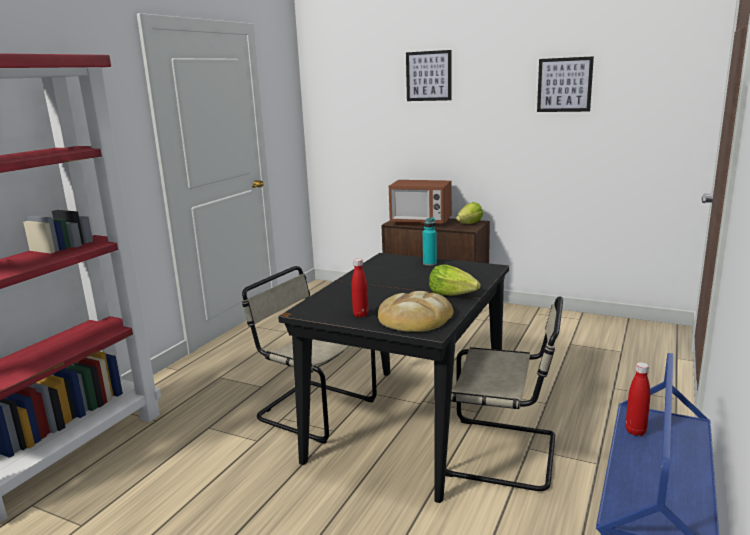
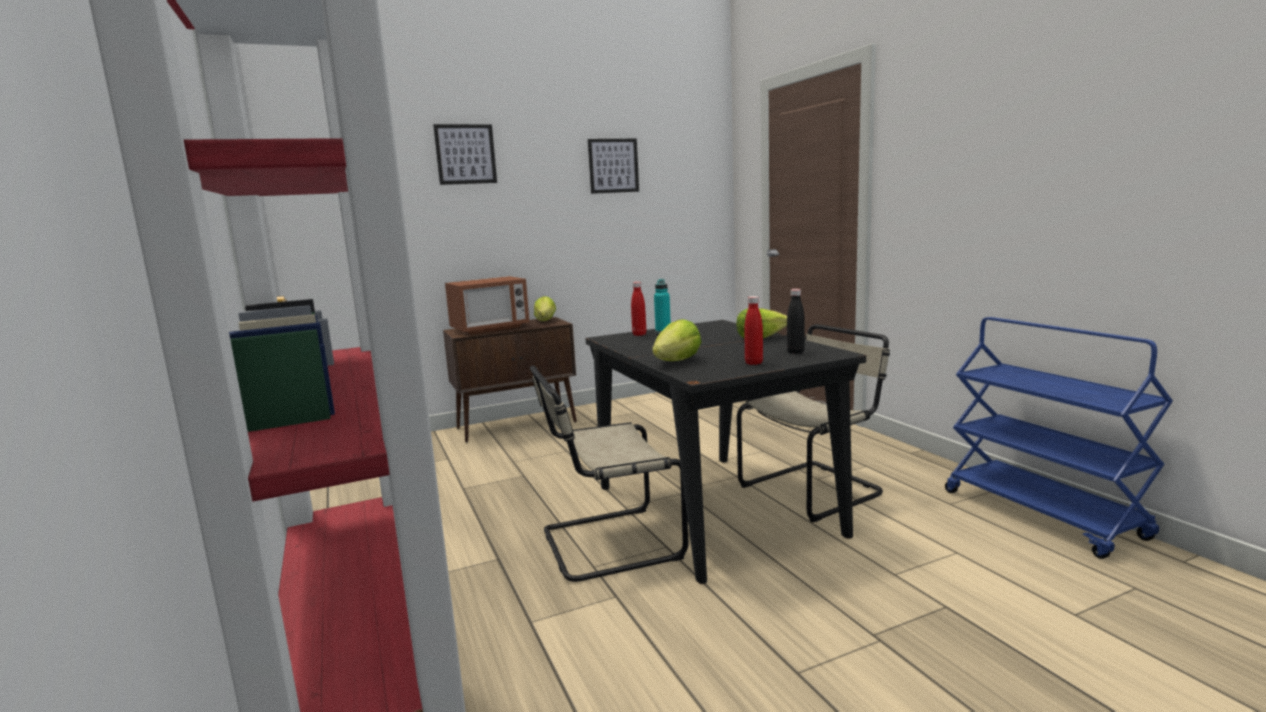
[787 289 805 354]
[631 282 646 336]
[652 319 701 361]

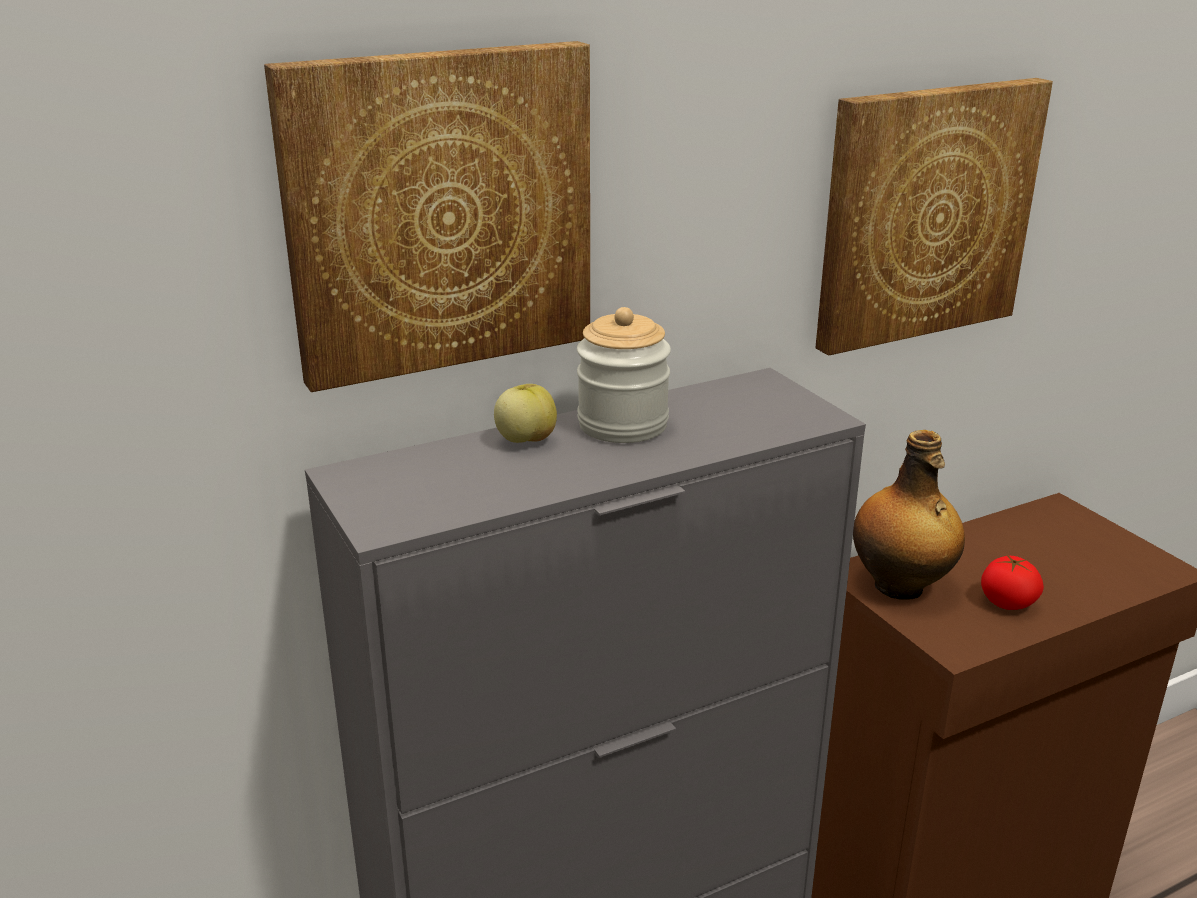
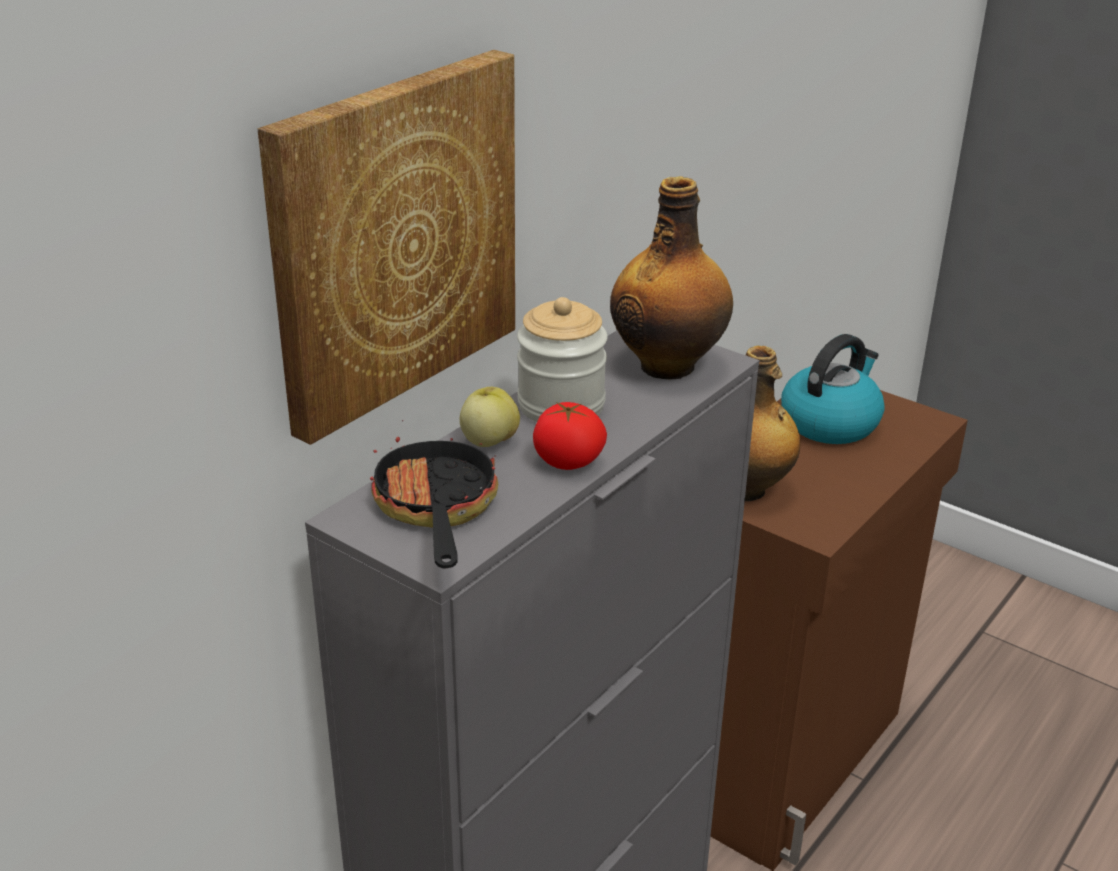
[815 78 1053 356] (first image)
[533 402 607 470]
[610 176 733 379]
[781 334 885 444]
[370 420 498 569]

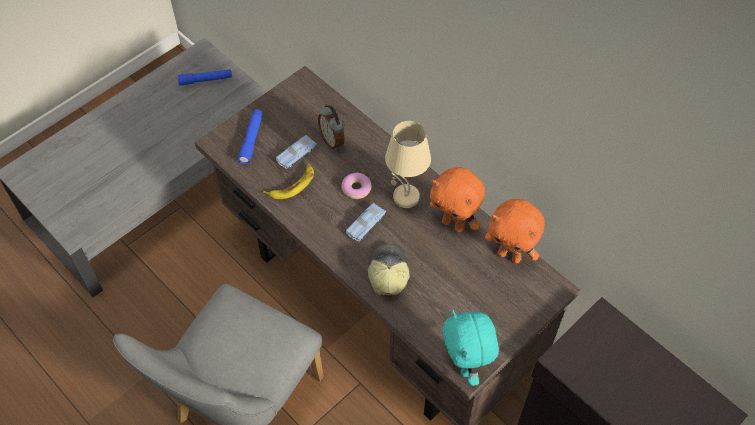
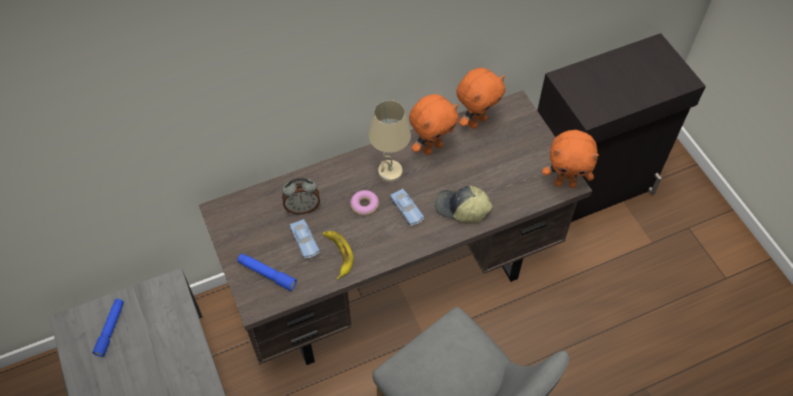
[542 130 599 188]

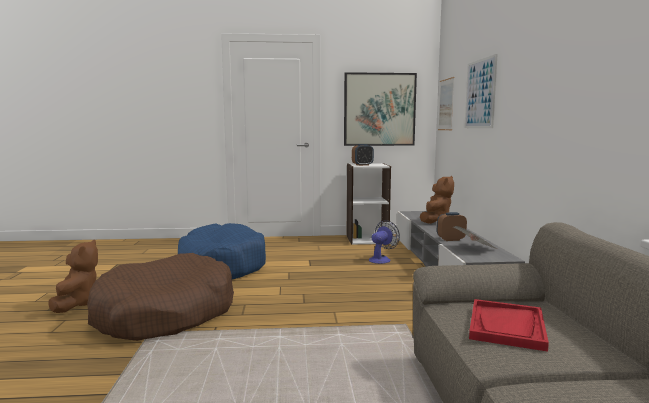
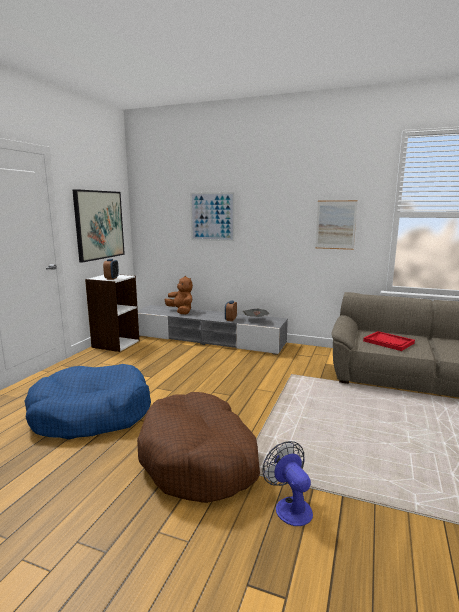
[315 200 358 250]
[263 441 313 526]
[48 240 98 313] (first image)

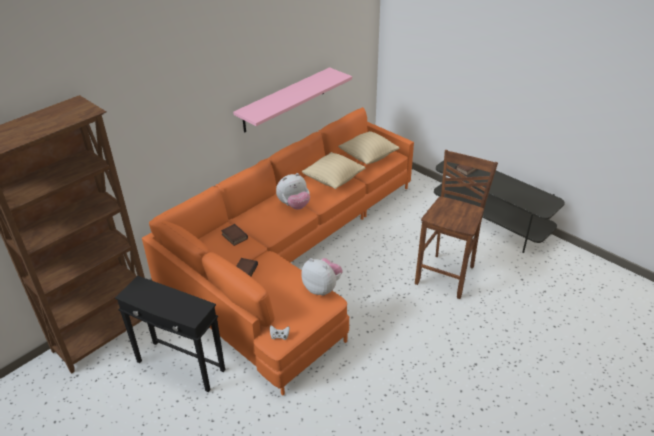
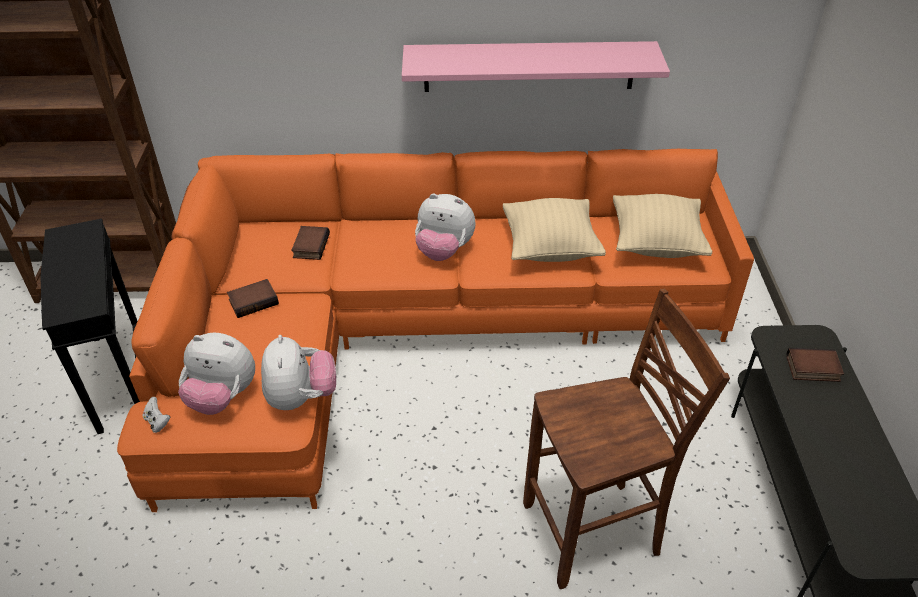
[178 333 255 415]

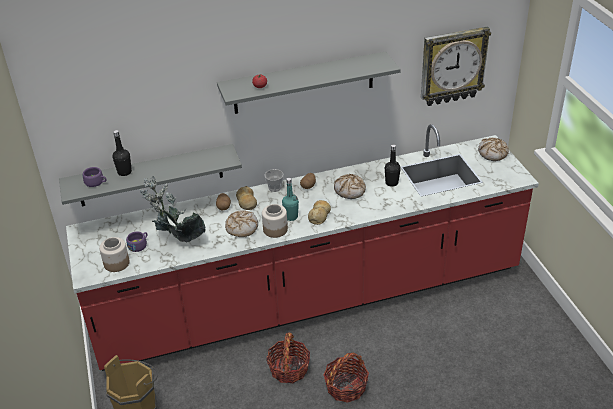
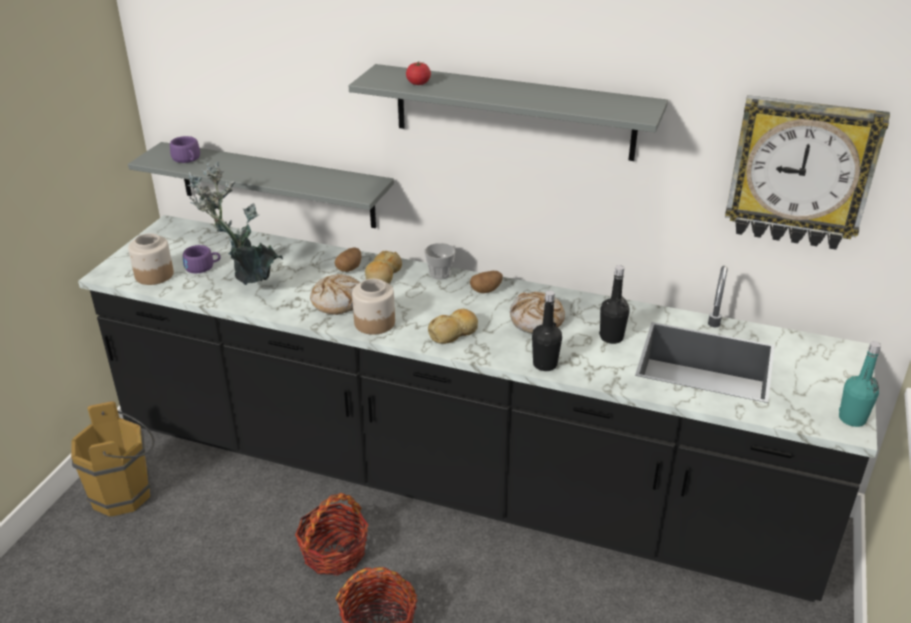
[78 215 877 602]
[532 290 562 371]
[478 138 509 161] (first image)
[839 341 881 427]

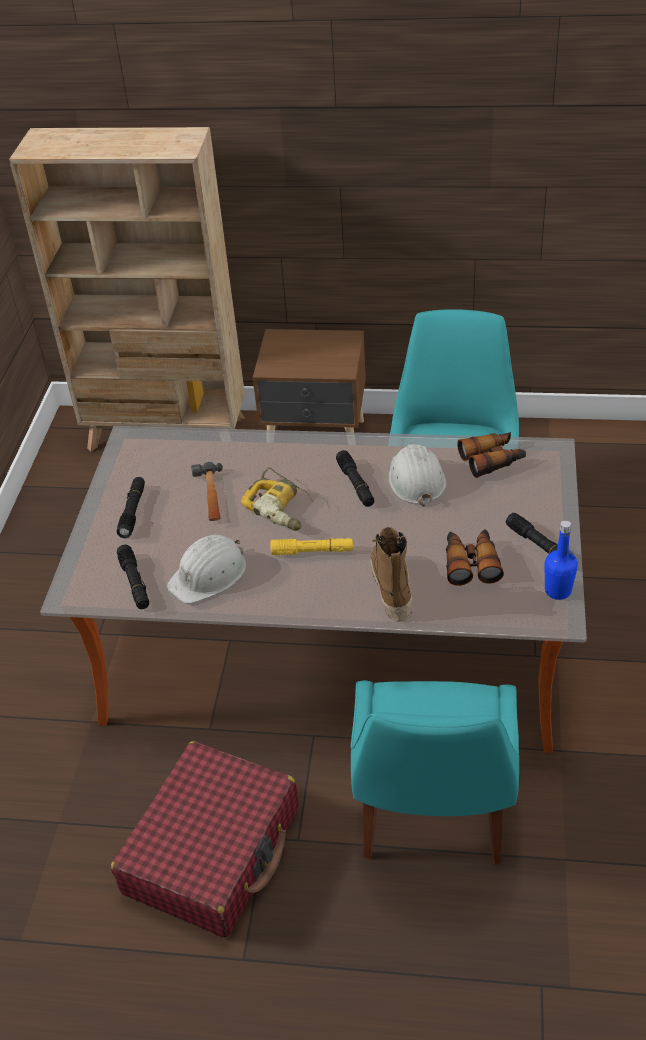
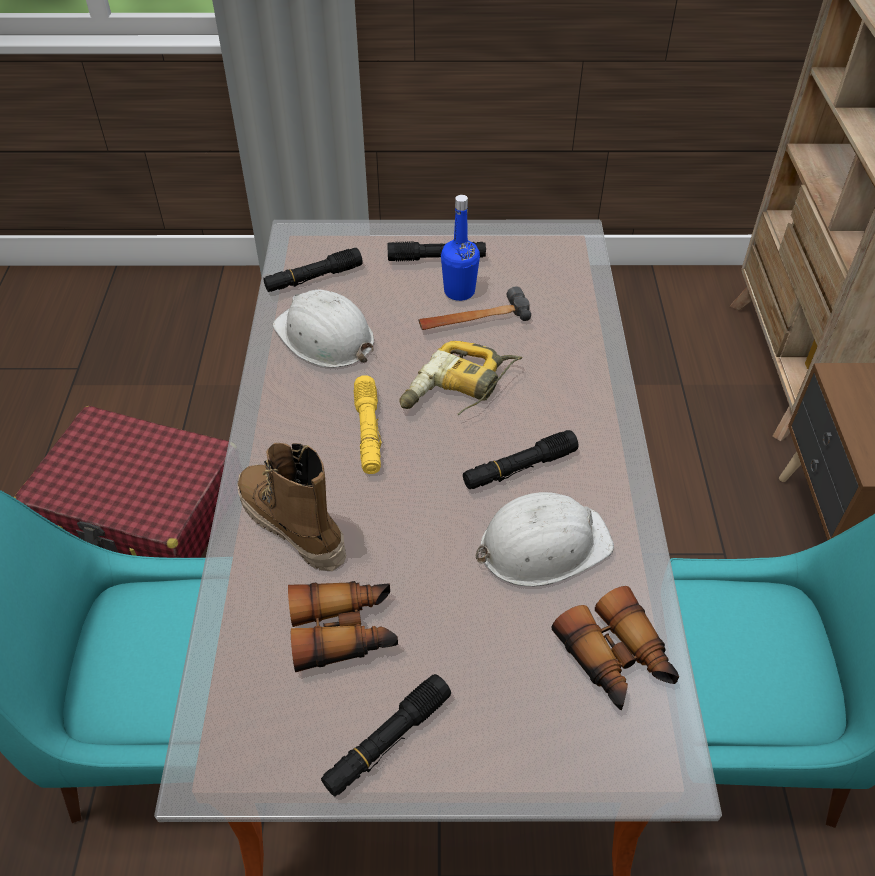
[441 195 480 301]
[237 443 346 571]

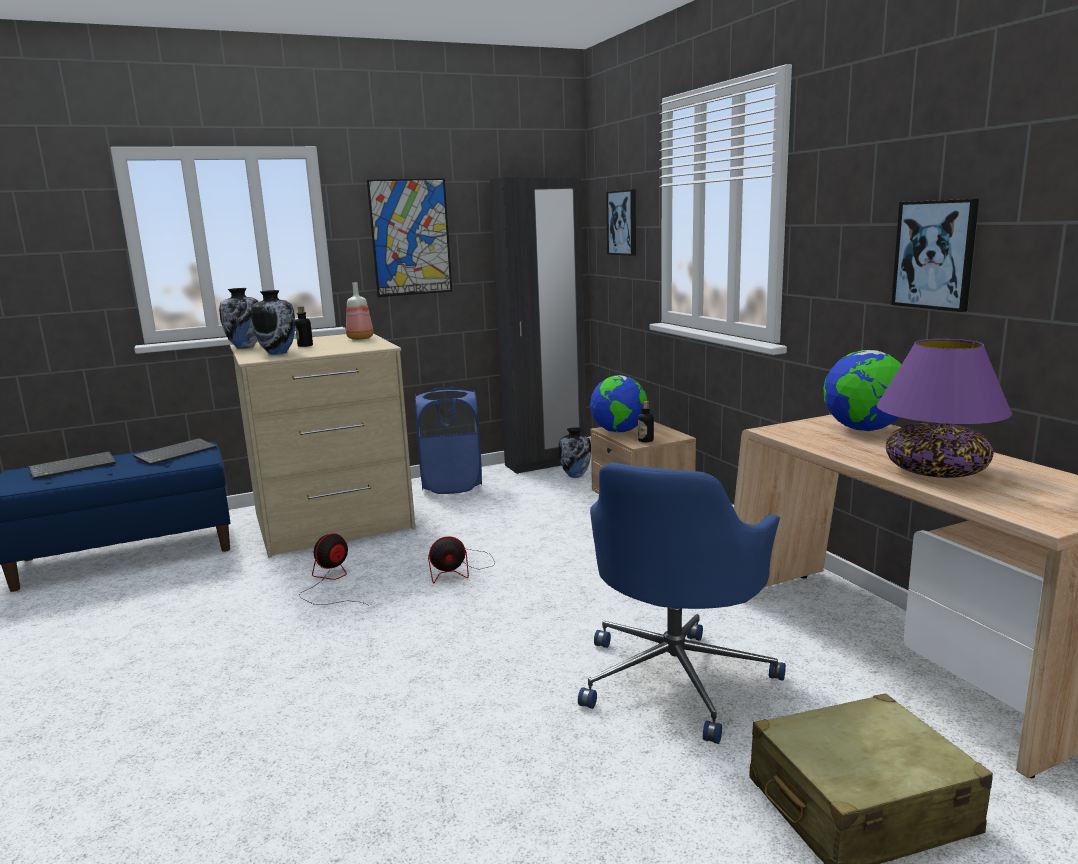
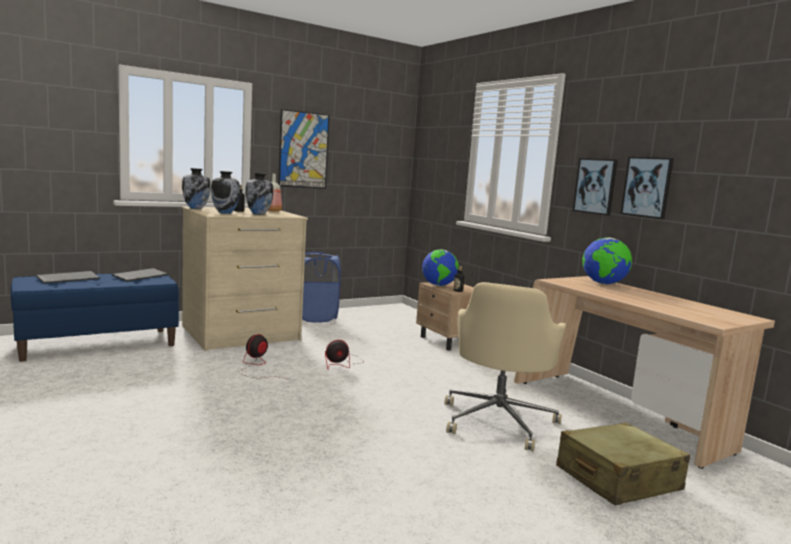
[490 176 587 474] (first image)
[573 158 618 216]
[877 339 1012 478] (first image)
[245 173 273 215]
[445 282 566 451]

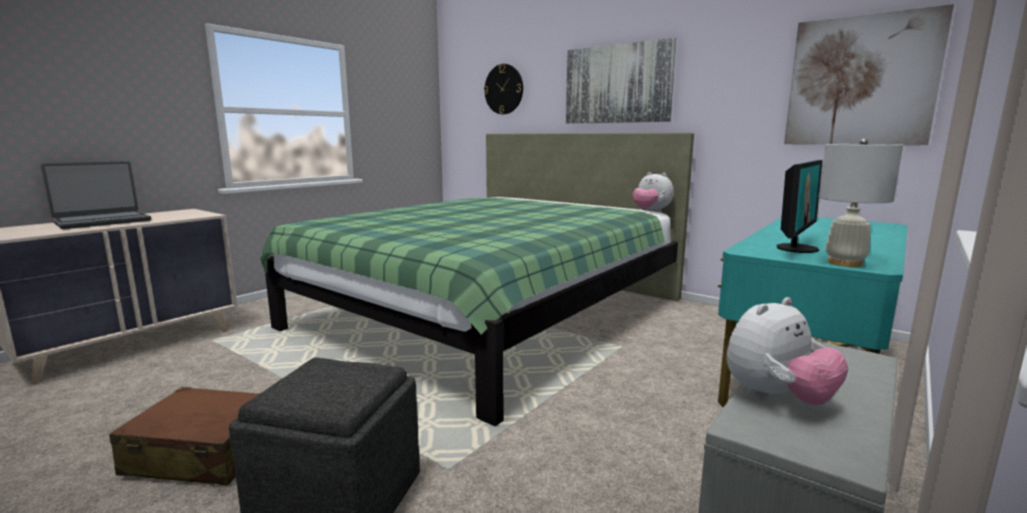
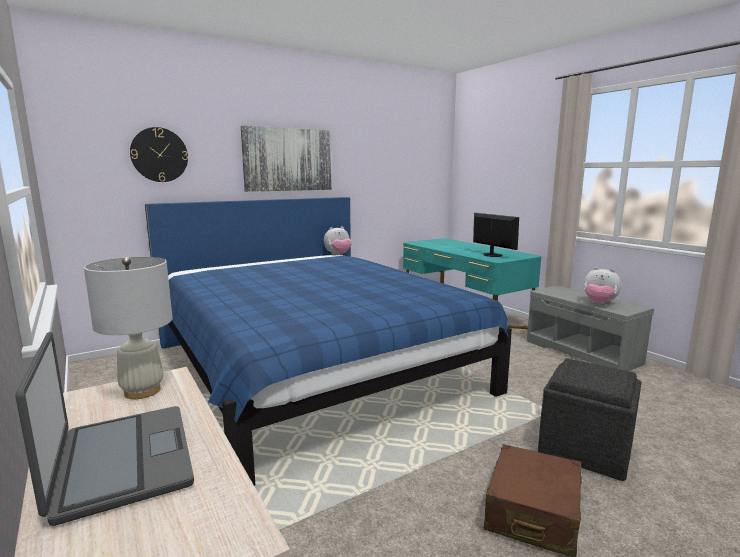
[784 4 954 145] (first image)
[145 197 512 486]
[84 257 173 399]
[584 267 621 304]

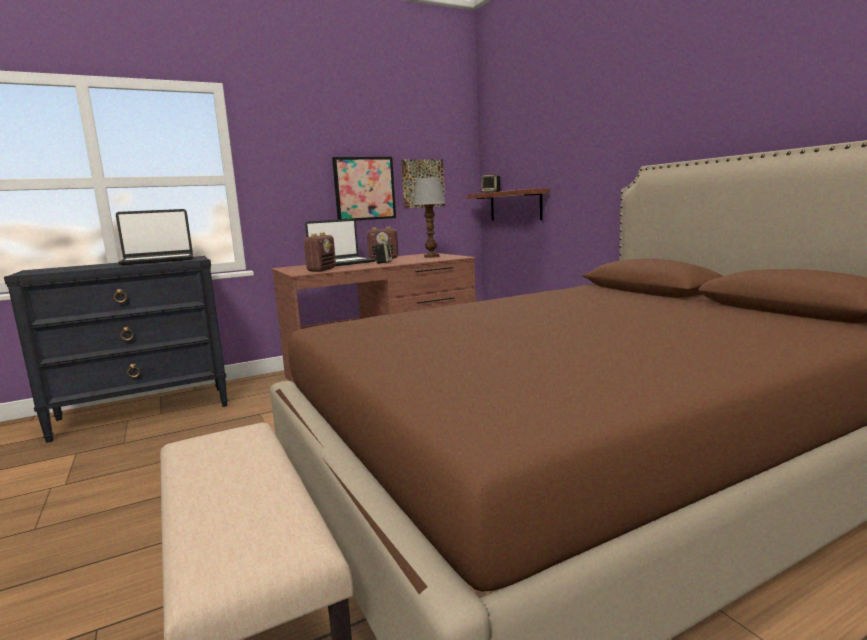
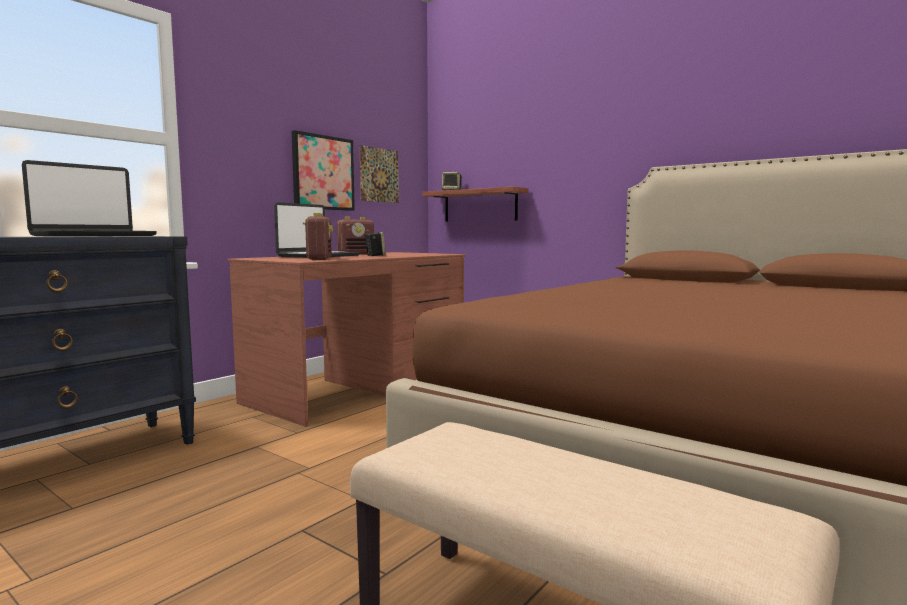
[412 177 446 258] (first image)

